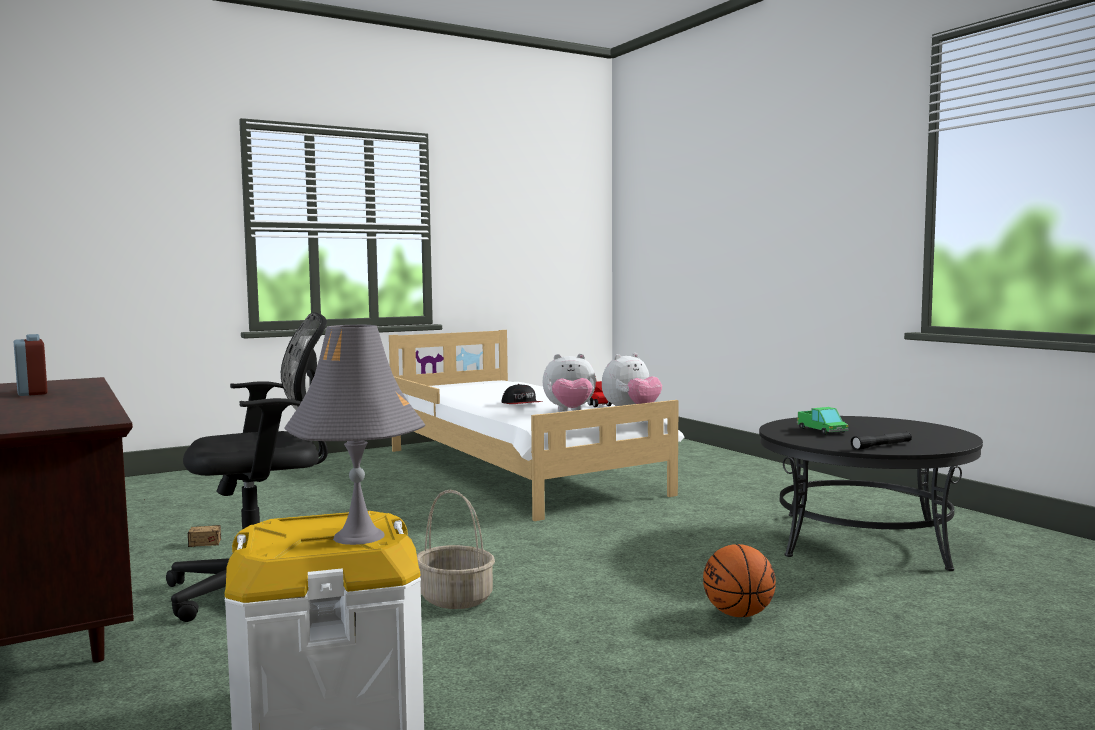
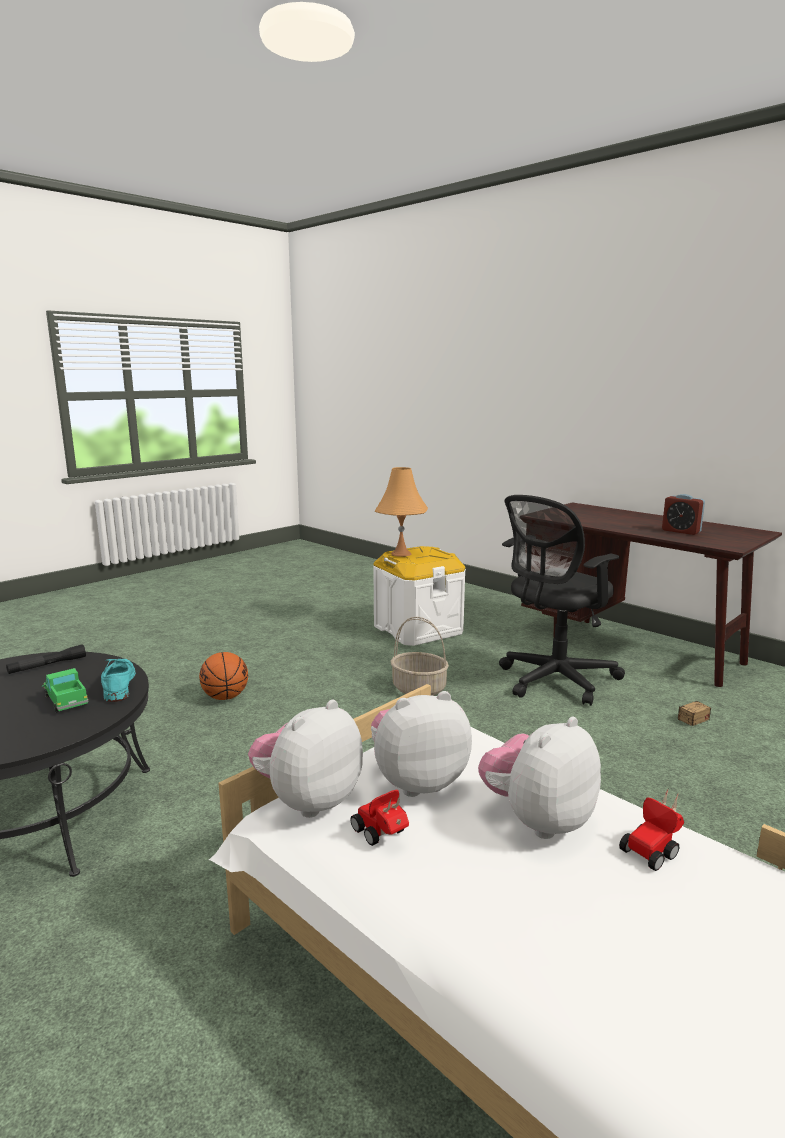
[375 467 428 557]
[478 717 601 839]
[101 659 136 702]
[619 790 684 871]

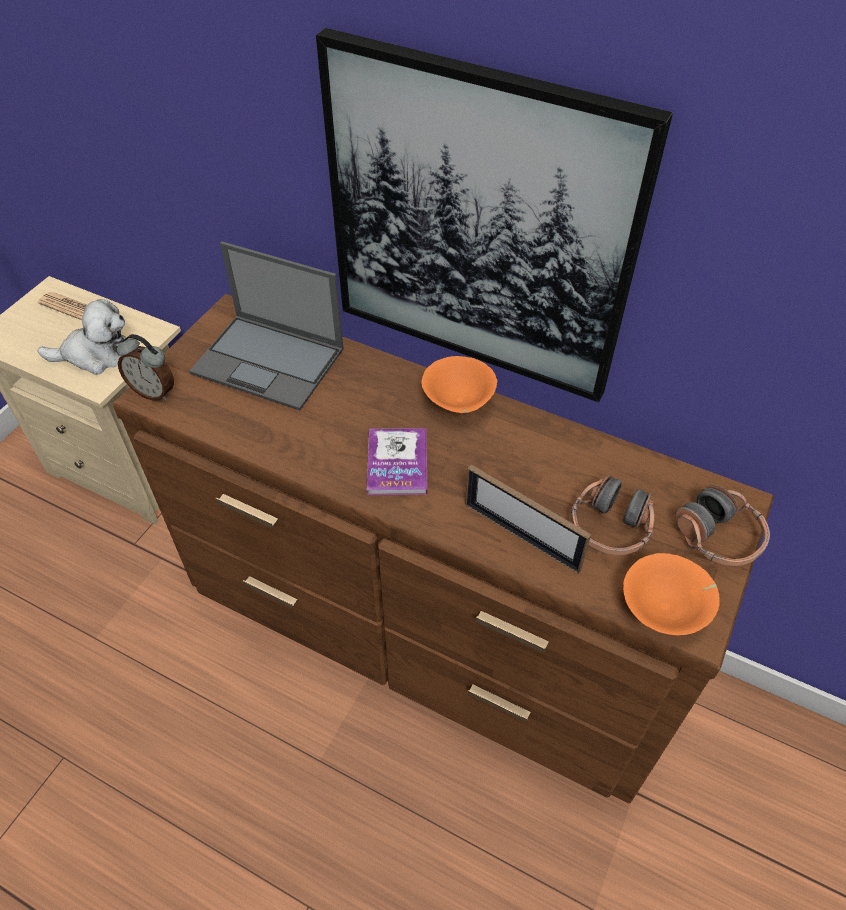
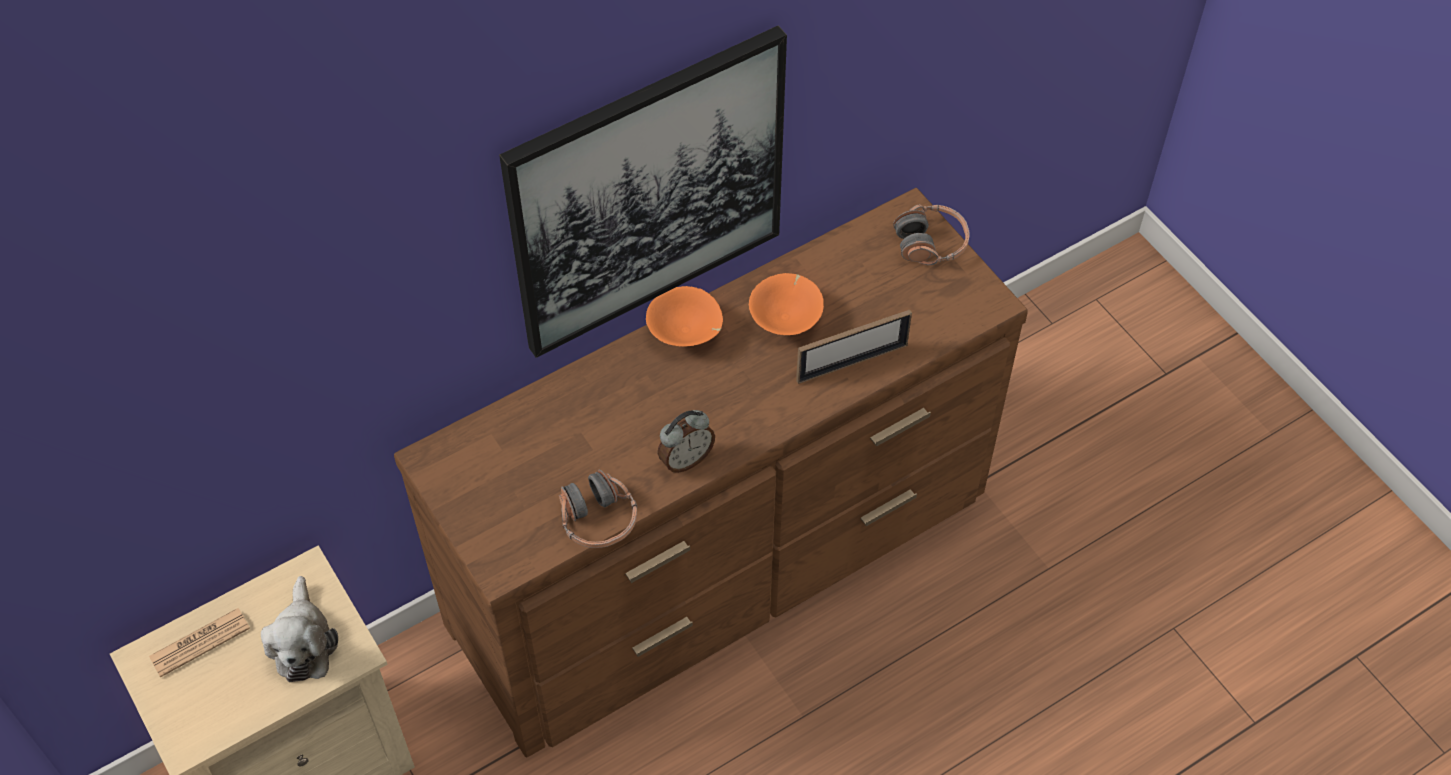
[189 242 344 411] (first image)
[261 576 338 682]
[658 410 715 473]
[367 428 427 495] (first image)
[559 470 637 548]
[749 273 824 335]

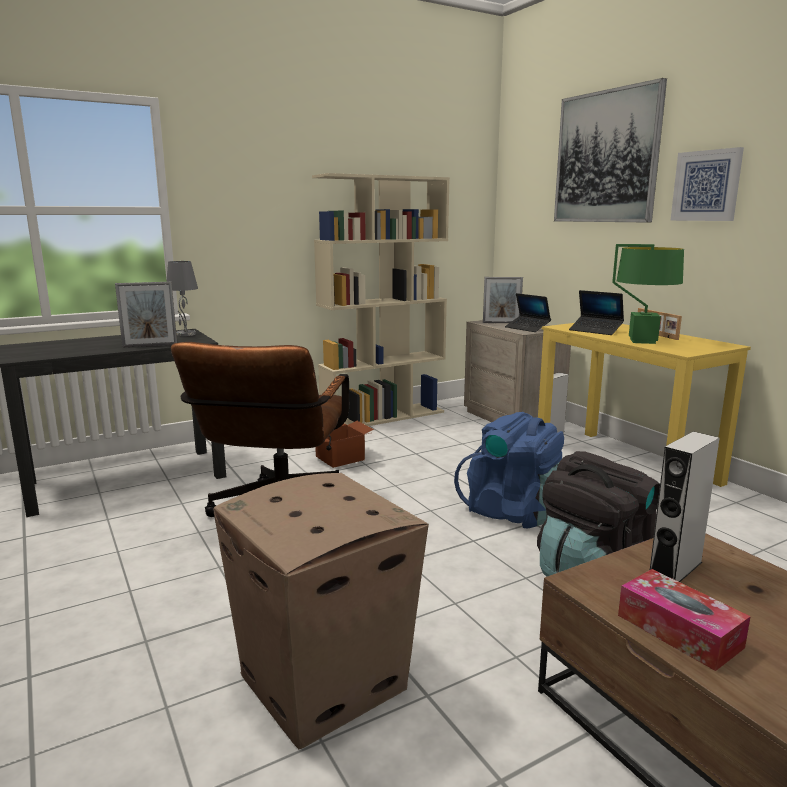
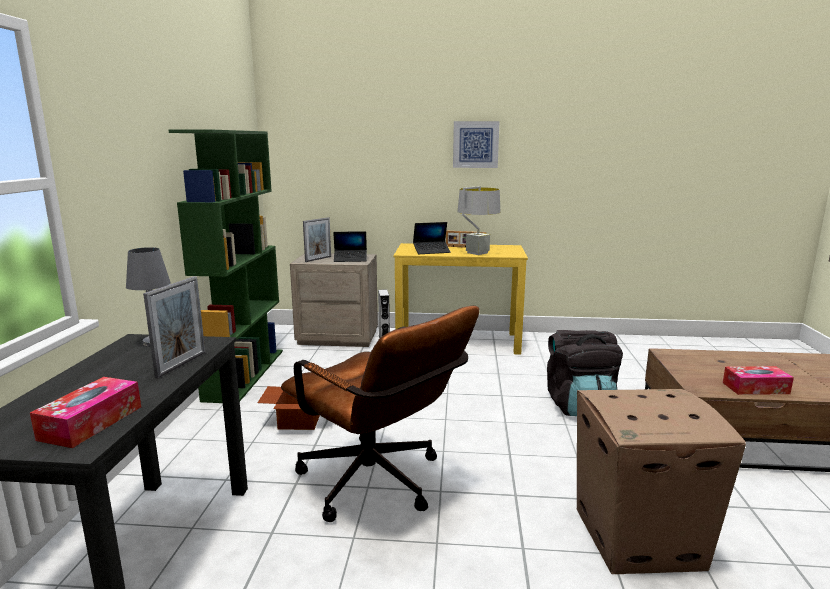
[554 78 667 222] (first image)
[169 130 283 403]
[457 186 501 255]
[454 412 564 528] (first image)
[650 431 720 582] (first image)
[30 377 141 448]

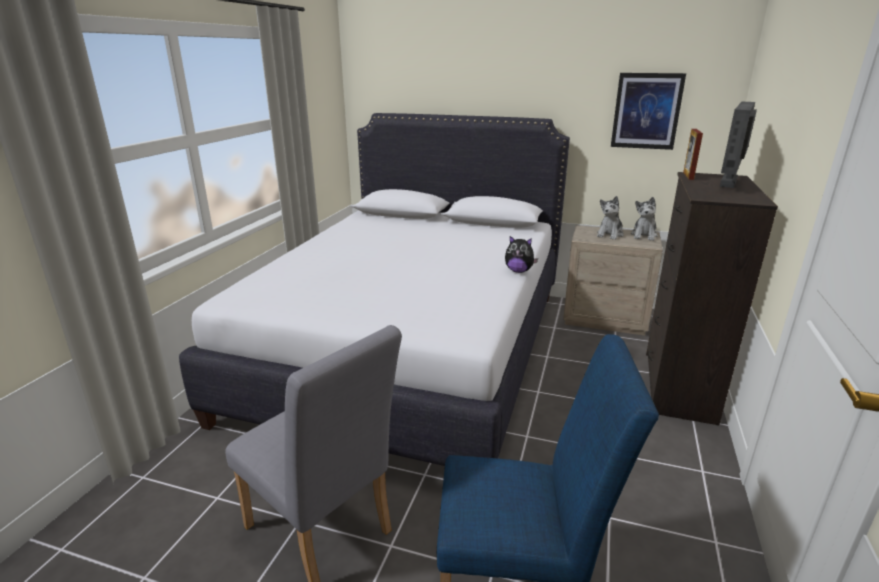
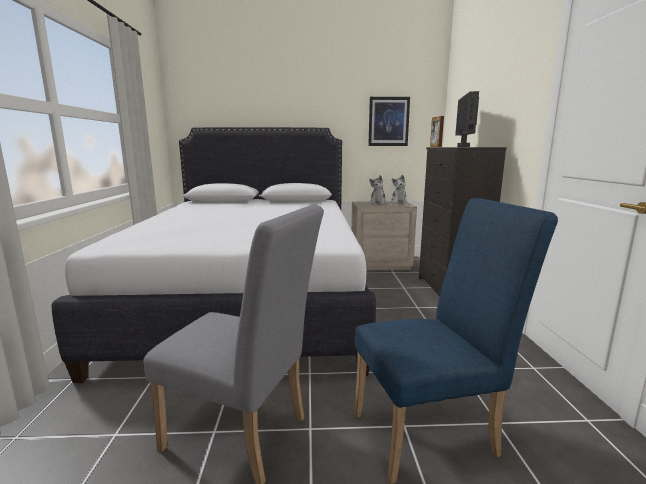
[505 236 538 273] (first image)

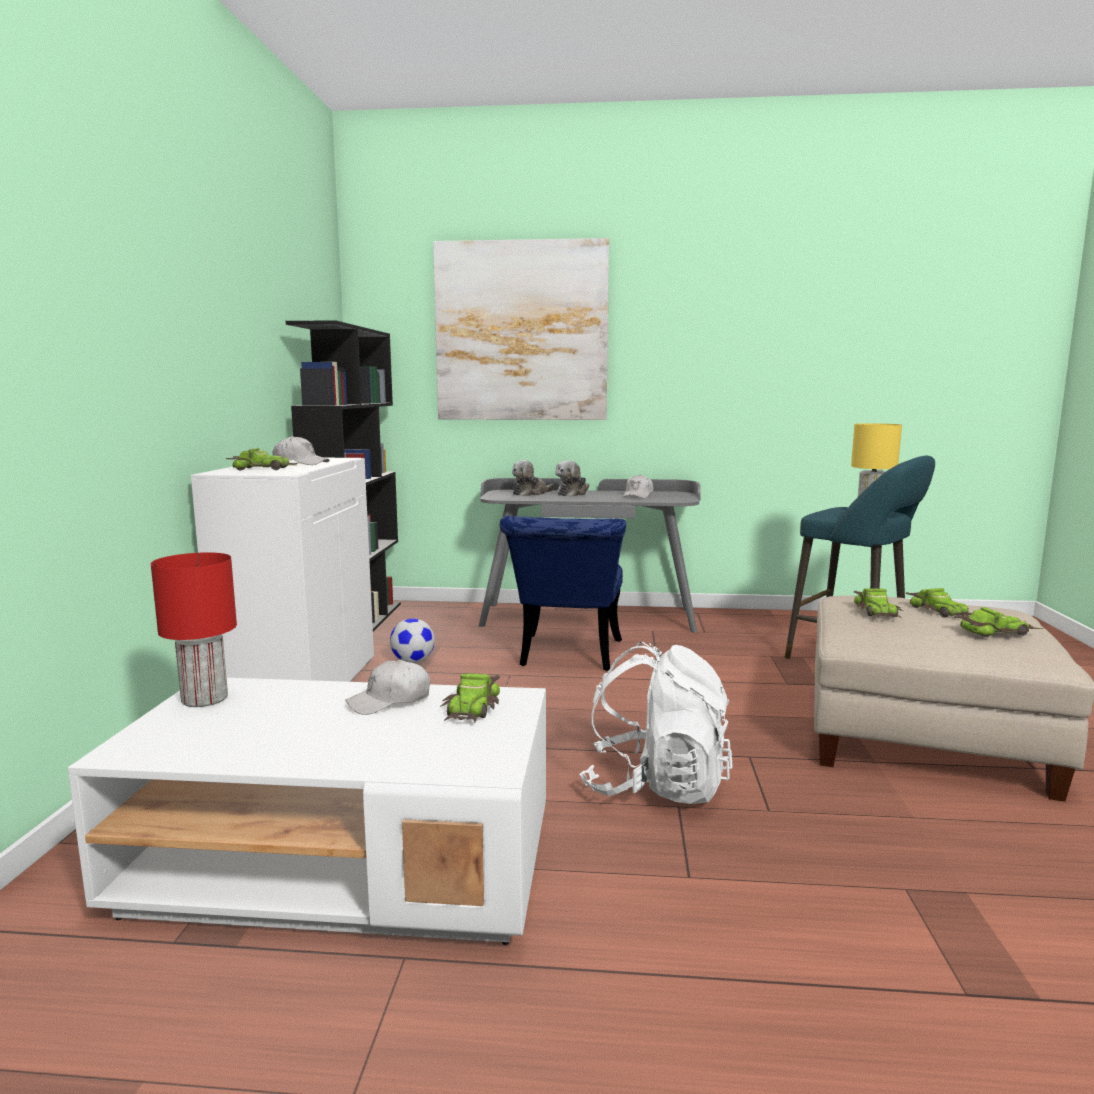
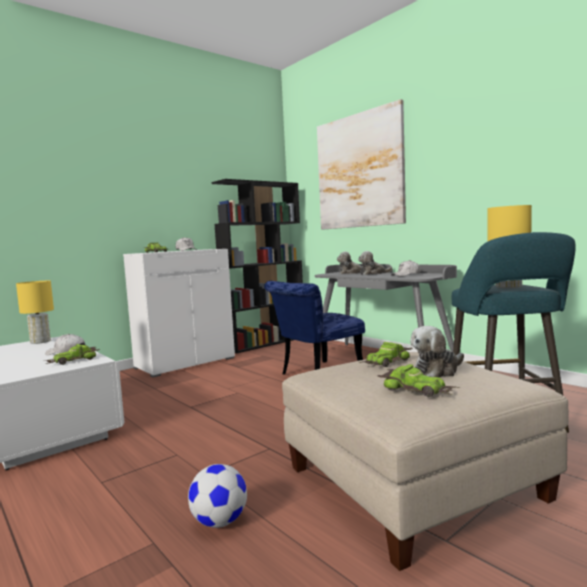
[16 281 54 344]
[410 326 464 378]
[188 464 247 528]
[579 642 733 804] (first image)

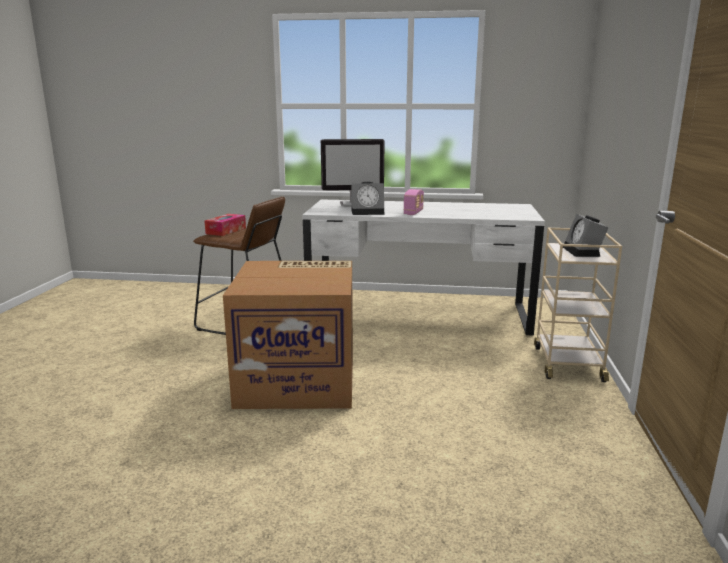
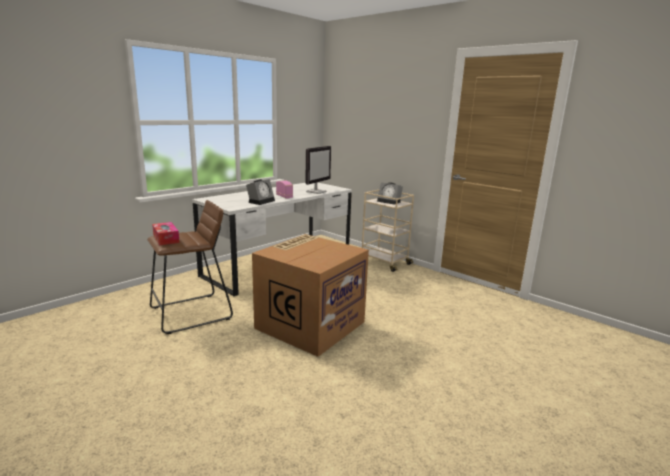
[305 146 331 194]

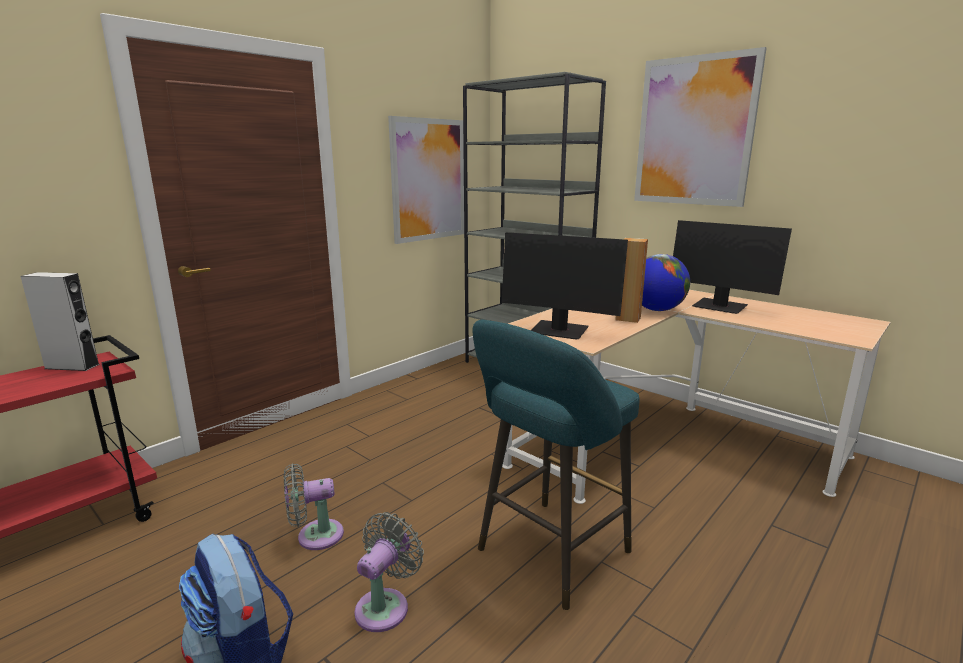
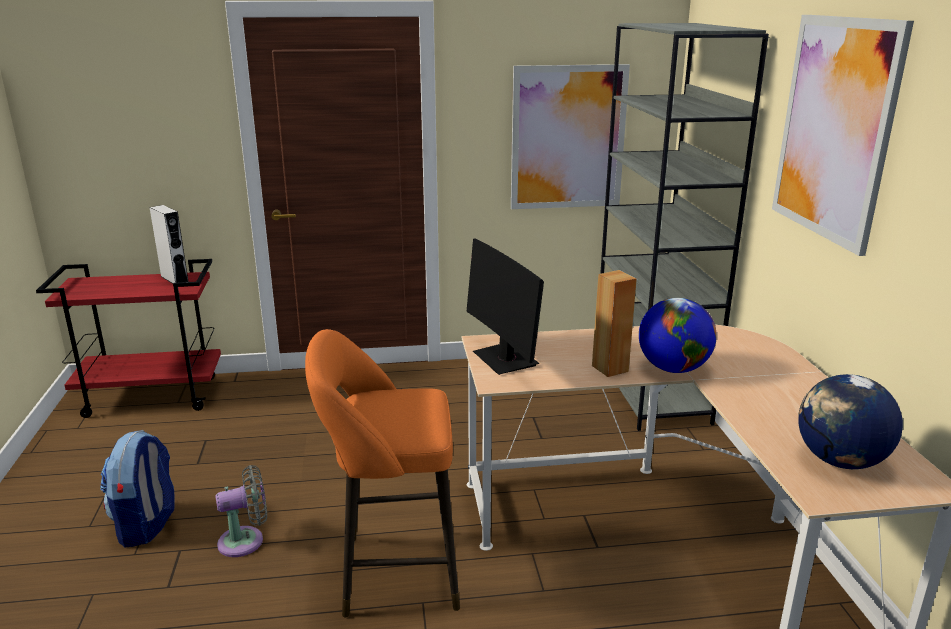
[673 220 792 314] (first image)
[305 329 460 617]
[284 464 344 550] (first image)
[798 374 903 469]

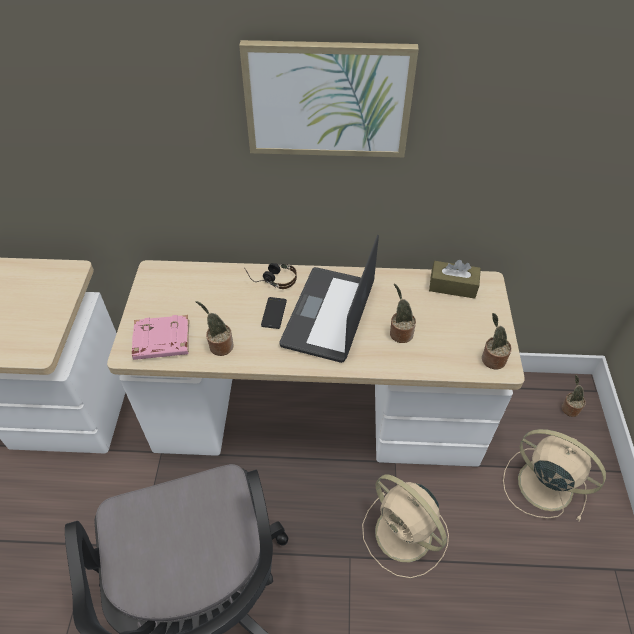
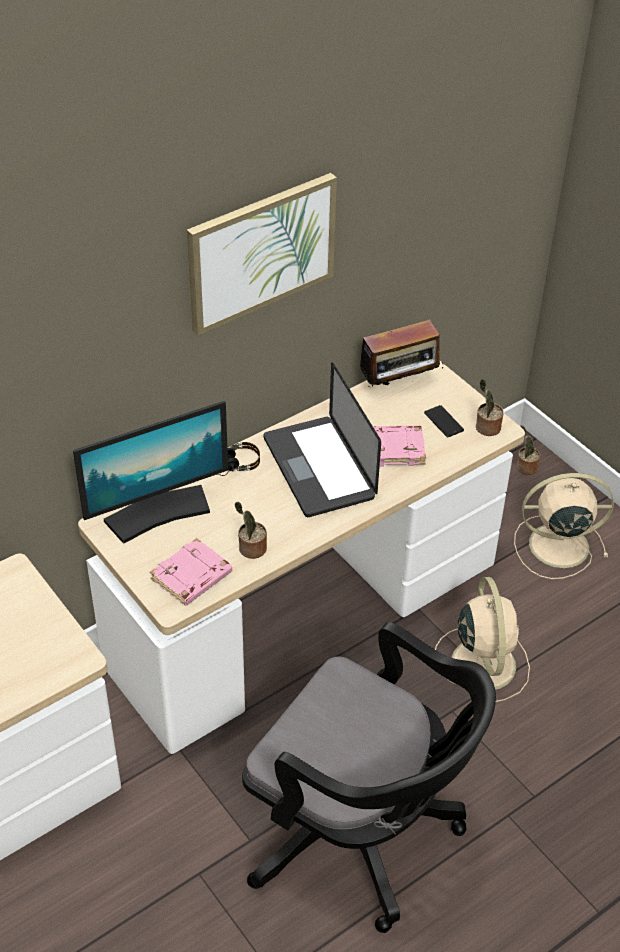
[353 320 443 387]
[373 426 426 467]
[424 405 464 437]
[435 577 530 702]
[73 401 228 544]

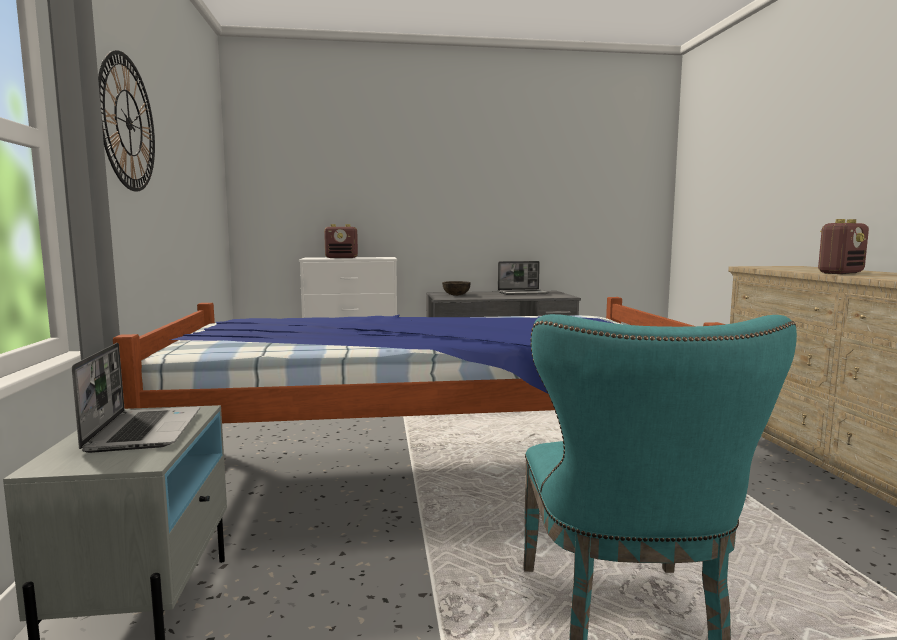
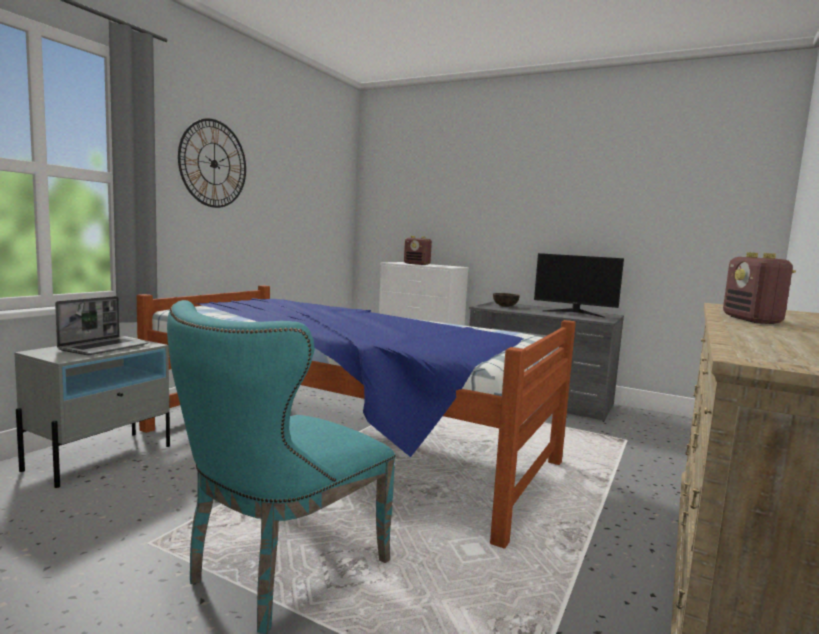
[723 252 796 324]
[534 253 624 318]

